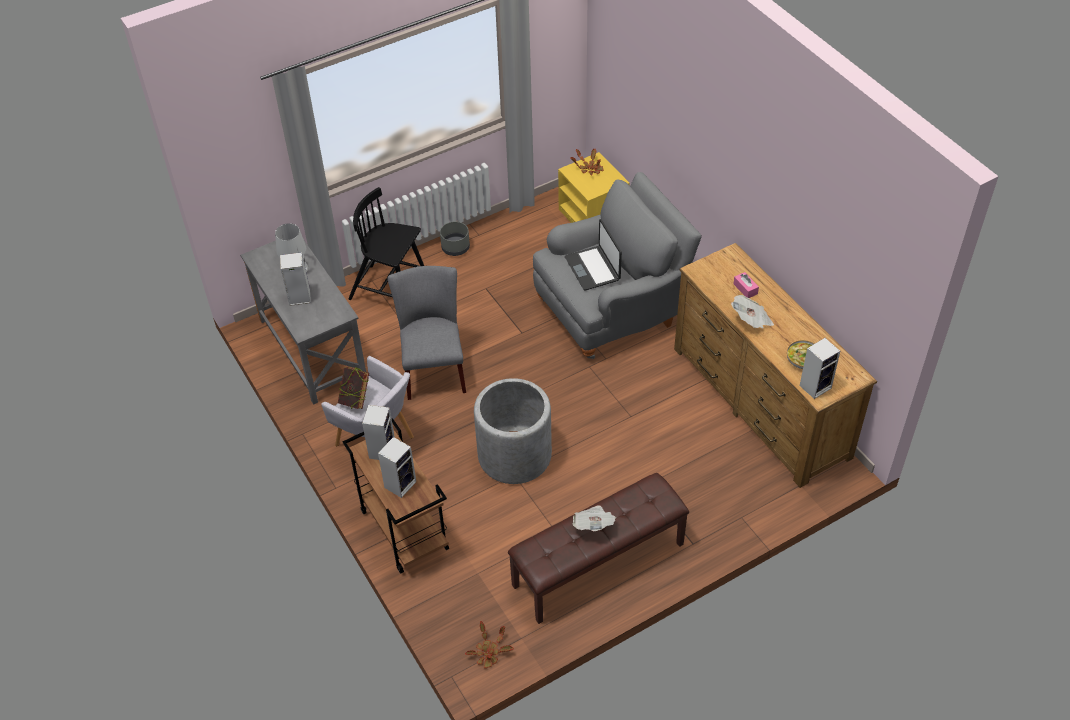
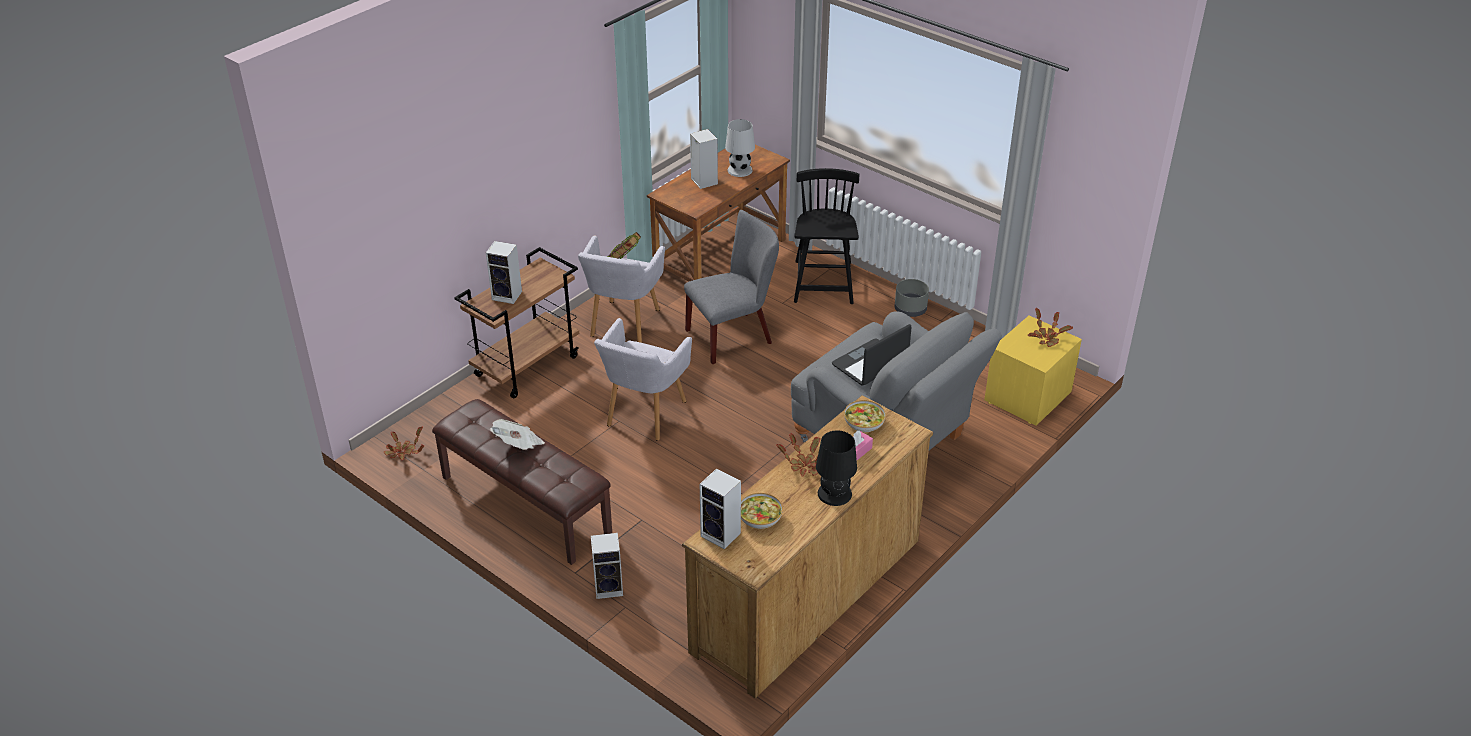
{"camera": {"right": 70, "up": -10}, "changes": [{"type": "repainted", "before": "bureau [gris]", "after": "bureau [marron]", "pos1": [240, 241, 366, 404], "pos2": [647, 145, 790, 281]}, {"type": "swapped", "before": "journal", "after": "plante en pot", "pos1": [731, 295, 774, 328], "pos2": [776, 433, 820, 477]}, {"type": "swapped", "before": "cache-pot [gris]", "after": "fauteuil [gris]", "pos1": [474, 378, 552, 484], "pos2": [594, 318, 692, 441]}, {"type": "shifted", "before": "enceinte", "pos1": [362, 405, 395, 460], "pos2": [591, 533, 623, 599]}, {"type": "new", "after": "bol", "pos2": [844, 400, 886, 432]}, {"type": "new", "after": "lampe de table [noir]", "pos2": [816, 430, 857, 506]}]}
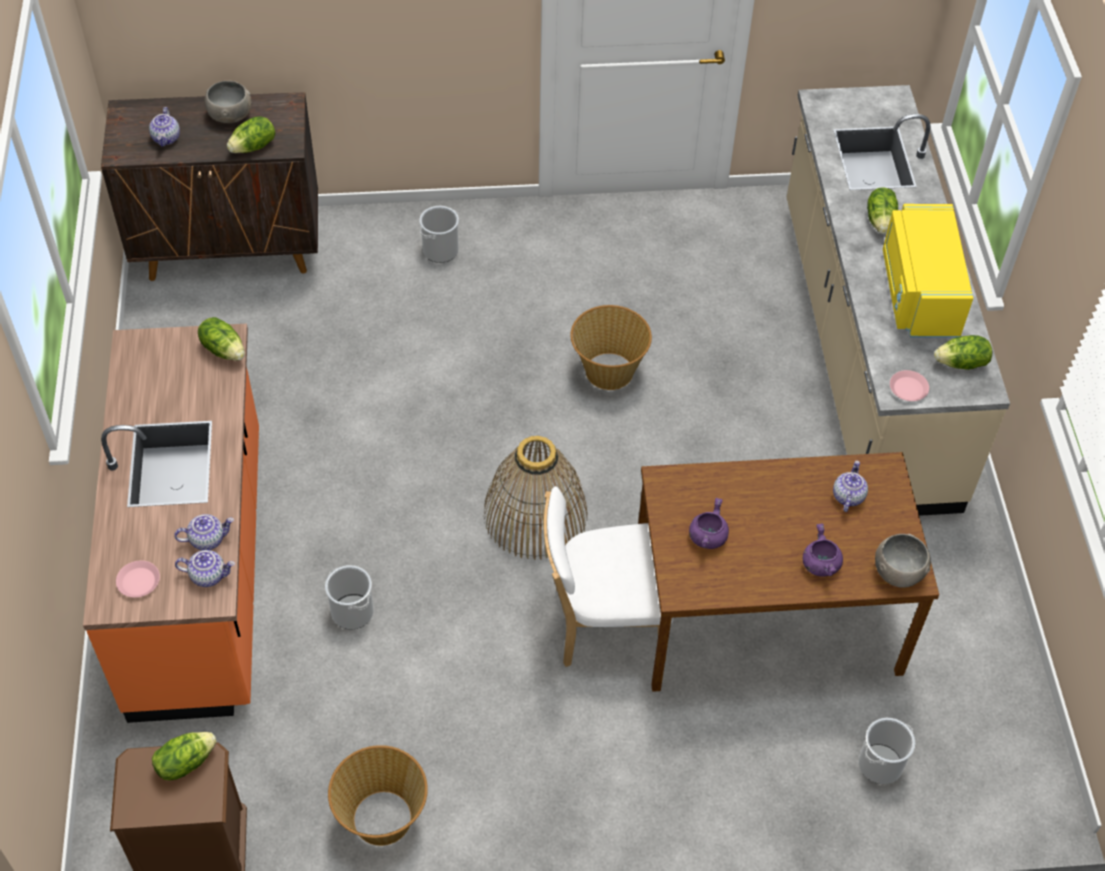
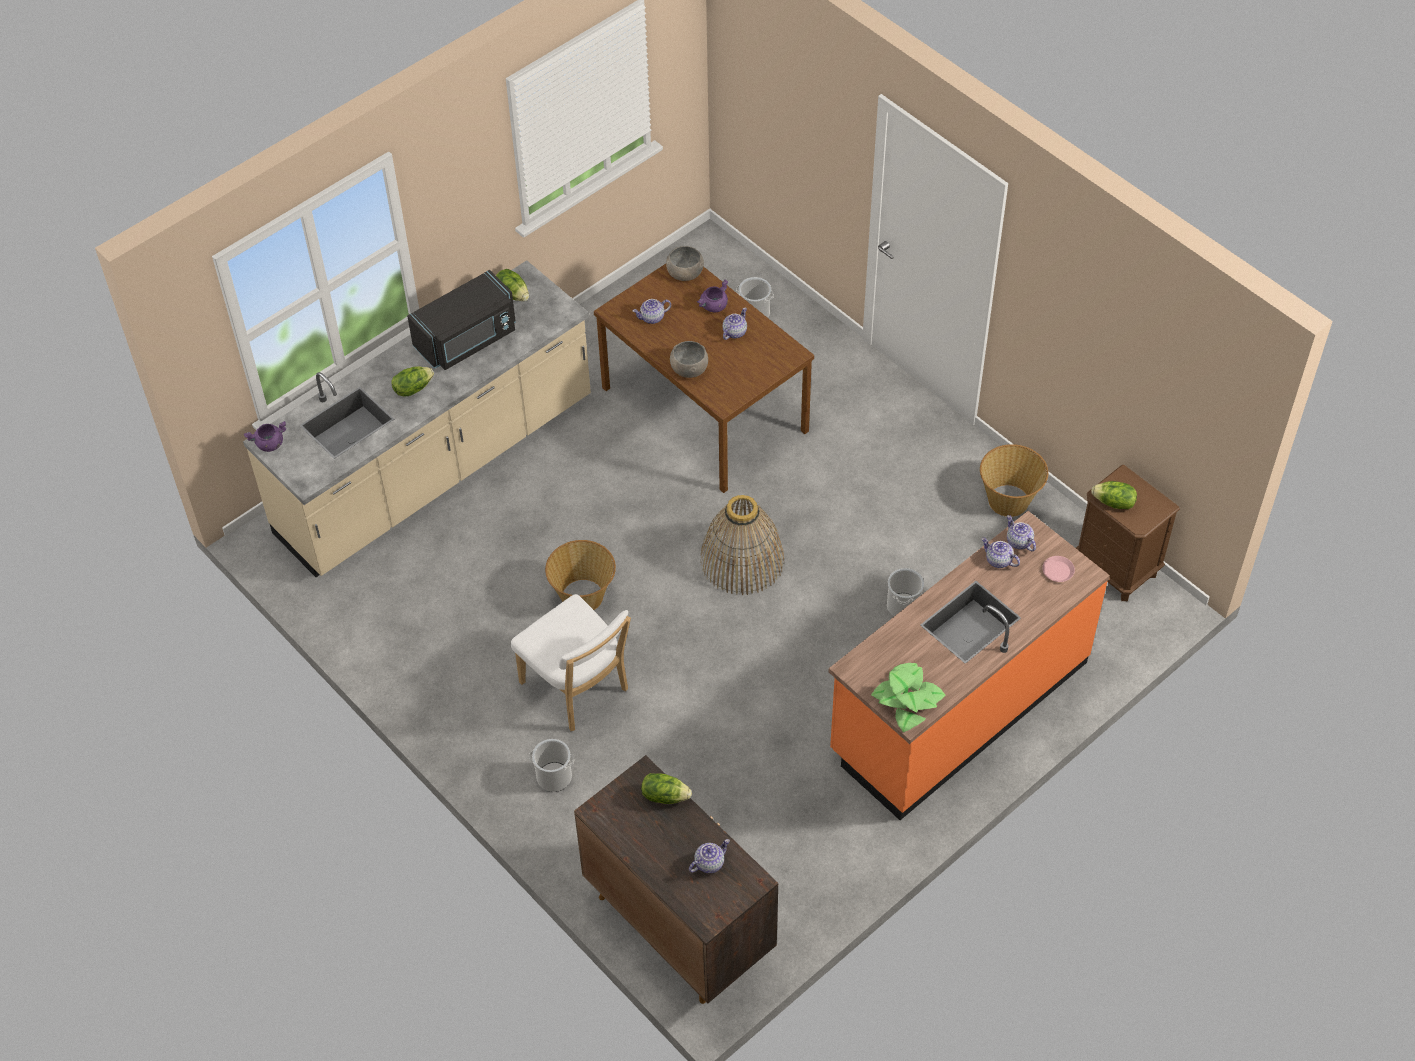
{"camera": {"right": -125, "up": 0}, "changes": [{"type": "shifted", "before": "bol [gris]", "pos1": [205, 81, 252, 123], "pos2": [670, 341, 708, 378]}, {"type": "repainted", "before": "micro-ondes [jaune]", "after": "micro-ondes [noir]", "pos1": [883, 204, 973, 338], "pos2": [407, 270, 516, 370]}, {"type": "gone", "before": "laitue", "pos1": [198, 317, 245, 361]}, {"type": "gone", "before": "assiette [rose]", "pos1": [890, 370, 929, 401]}, {"type": "shifted", "before": "chaise [blanc]", "pos1": [544, 486, 674, 667], "pos2": [511, 594, 631, 731]}, {"type": "shifted", "before": "marmite [violet]", "pos1": [689, 498, 729, 549], "pos2": [244, 421, 286, 452]}, {"type": "new", "after": "théière", "pos2": [723, 308, 747, 340]}, {"type": "new", "after": "plante en pot", "pos2": [871, 663, 945, 732]}]}
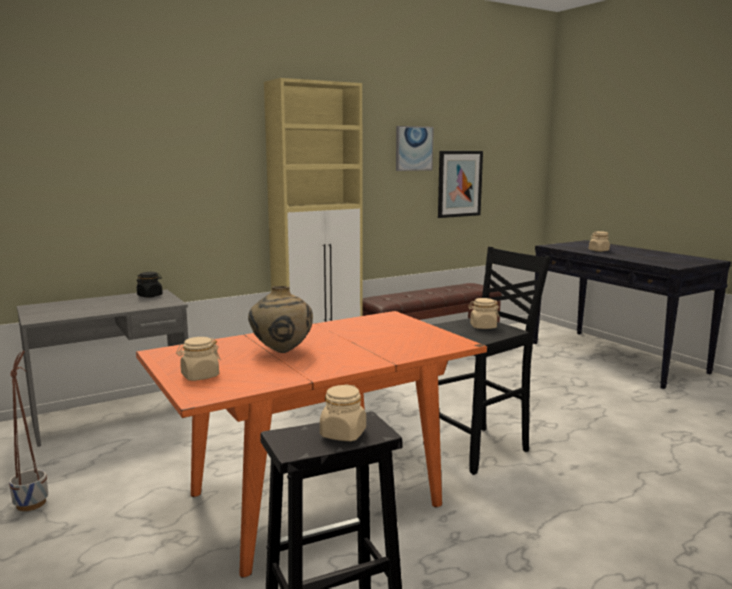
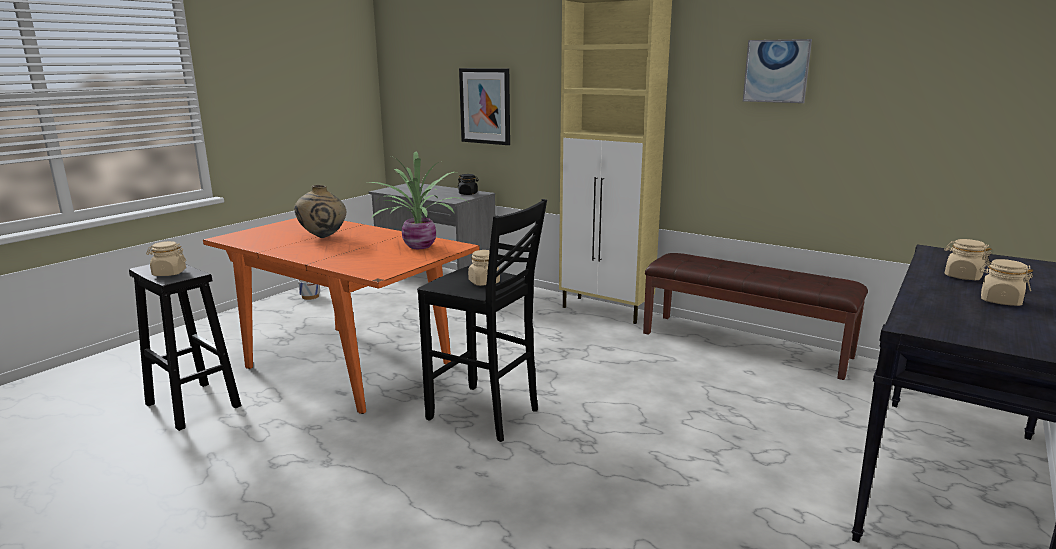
{"camera": {"right": 65, "up": 5}, "changes": [{"type": "shifted", "before": "tableau", "pos1": [438, 151, 483, 218], "pos2": [459, 68, 510, 145]}, {"type": "shifted", "before": "bocal [beige]", "pos1": [176, 337, 221, 381], "pos2": [980, 259, 1033, 306]}, {"type": "new", "after": "plante en pot", "pos2": [369, 151, 468, 249]}]}
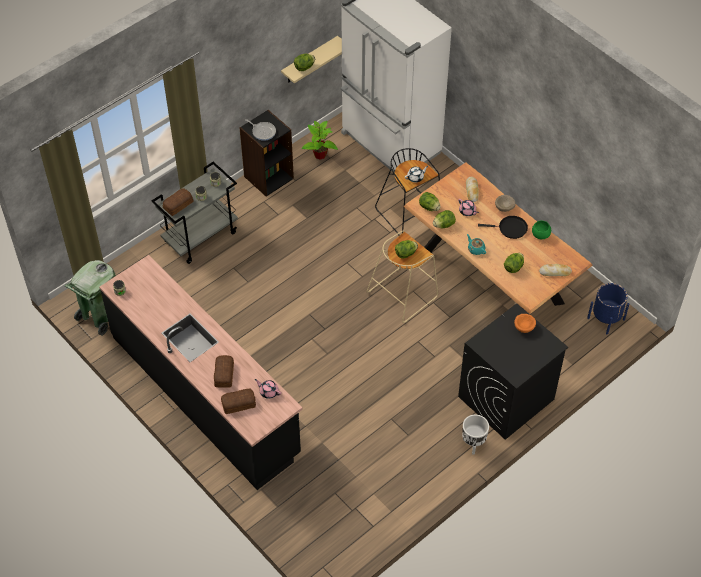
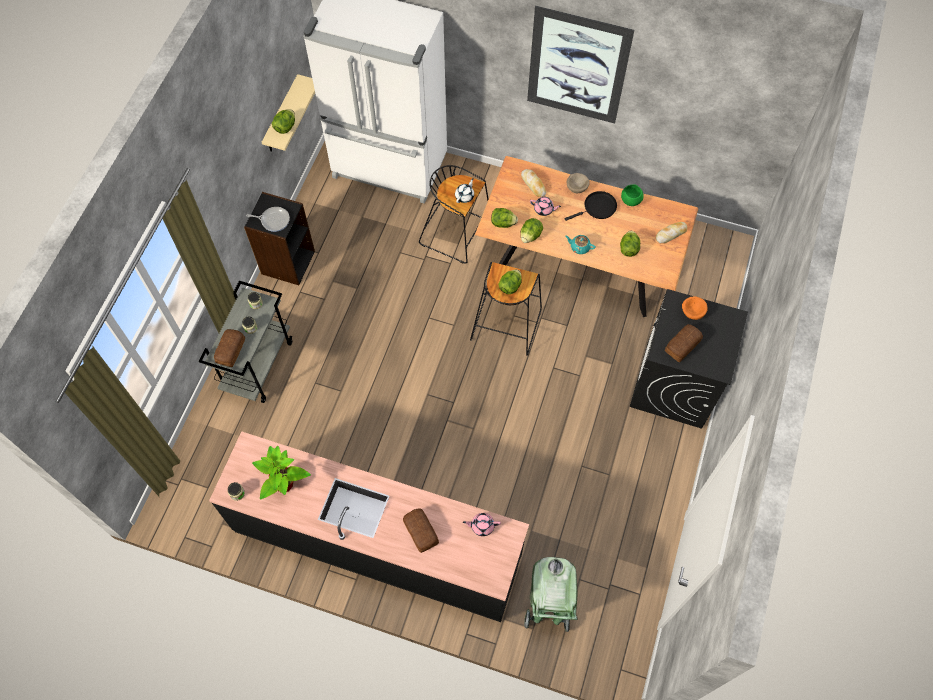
{"camera": {"right": -30, "up": 10}, "changes": [{"type": "shifted", "before": "plante en pot", "pos1": [302, 121, 338, 159], "pos2": [252, 446, 311, 499]}, {"type": "repainted", "before": "tabouret [beige]", "after": "tabouret [noir]", "pos1": [366, 231, 438, 323], "pos2": [470, 262, 542, 355]}, {"type": "shifted", "before": "poubelle [vert]", "pos1": [64, 260, 116, 336], "pos2": [524, 557, 578, 632]}, {"type": "gone", "before": "cache-pot [bleu]", "pos1": [587, 283, 629, 334]}, {"type": "shifted", "before": "pain", "pos1": [221, 389, 256, 414], "pos2": [665, 324, 703, 362]}, {"type": "gone", "before": "cache-pot [blanc]", "pos1": [462, 415, 489, 454]}, {"type": "new", "after": "tableau", "pos2": [527, 6, 634, 124]}]}
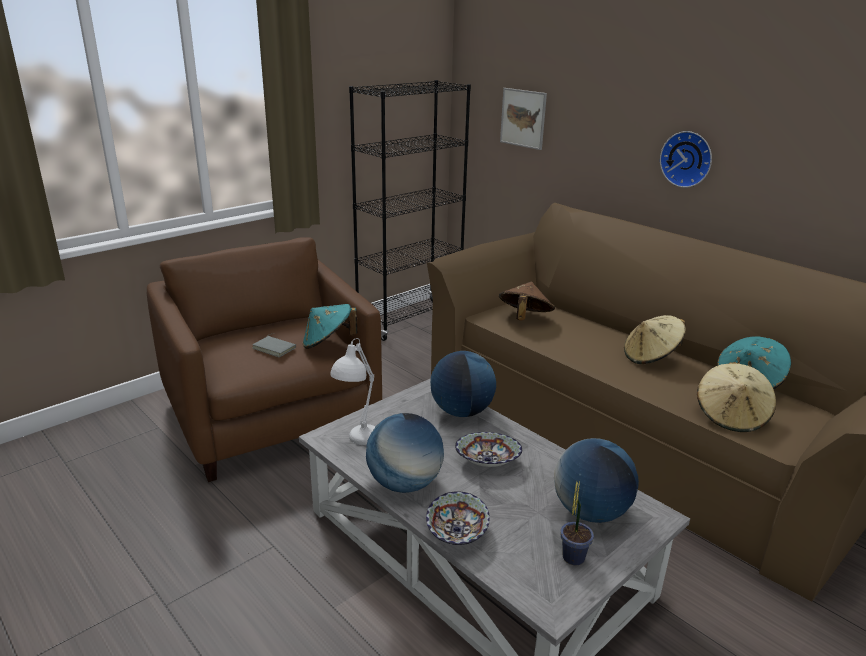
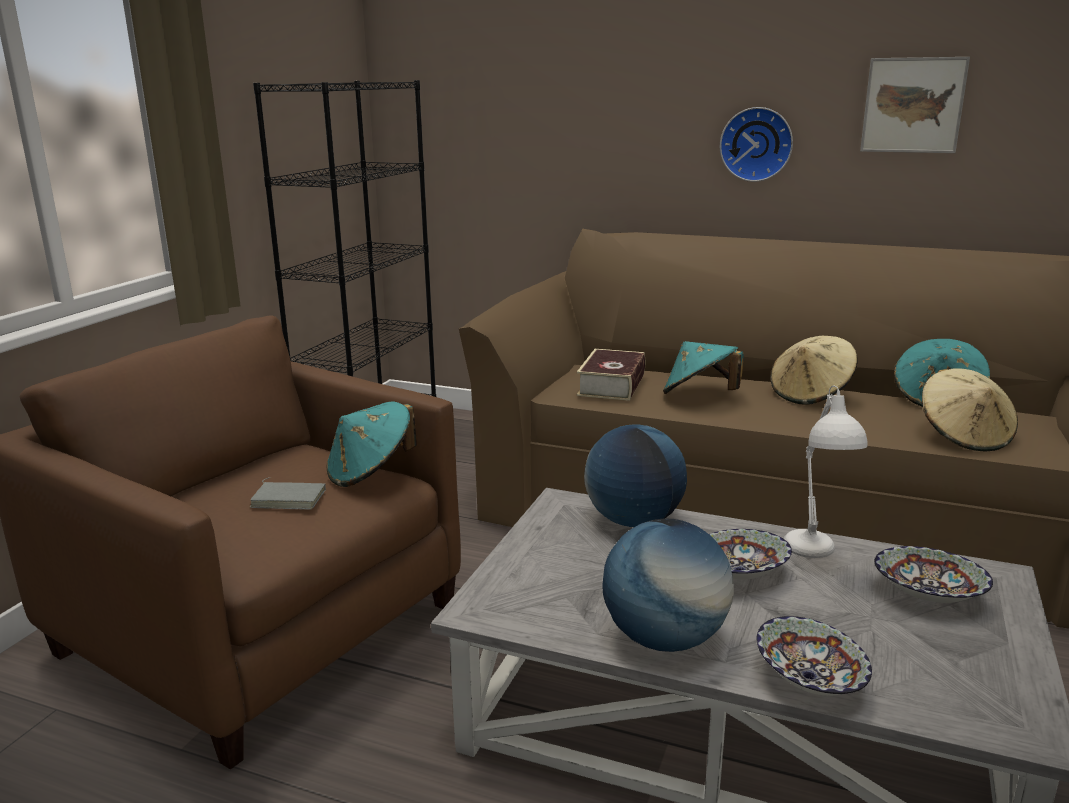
{"camera": {"right": -25, "up": -5}, "changes": [{"type": "shifted", "before": "tableau", "pos1": [500, 88, 547, 150], "pos2": [860, 57, 970, 153]}, {"type": "swapped", "before": "chapeau [marron]", "after": "livre", "pos1": [499, 282, 555, 321], "pos2": [577, 349, 645, 401]}, {"type": "shifted", "before": "lampe de table [blanc]", "pos1": [330, 338, 376, 445], "pos2": [784, 386, 867, 558]}, {"type": "swapped", "before": "globe", "after": "bol", "pos1": [554, 438, 639, 523], "pos2": [875, 546, 993, 603]}, {"type": "gone", "before": "plante en pot", "pos1": [560, 481, 594, 566]}, {"type": "new", "after": "chapeau [turquoise]", "pos2": [663, 341, 744, 394]}]}
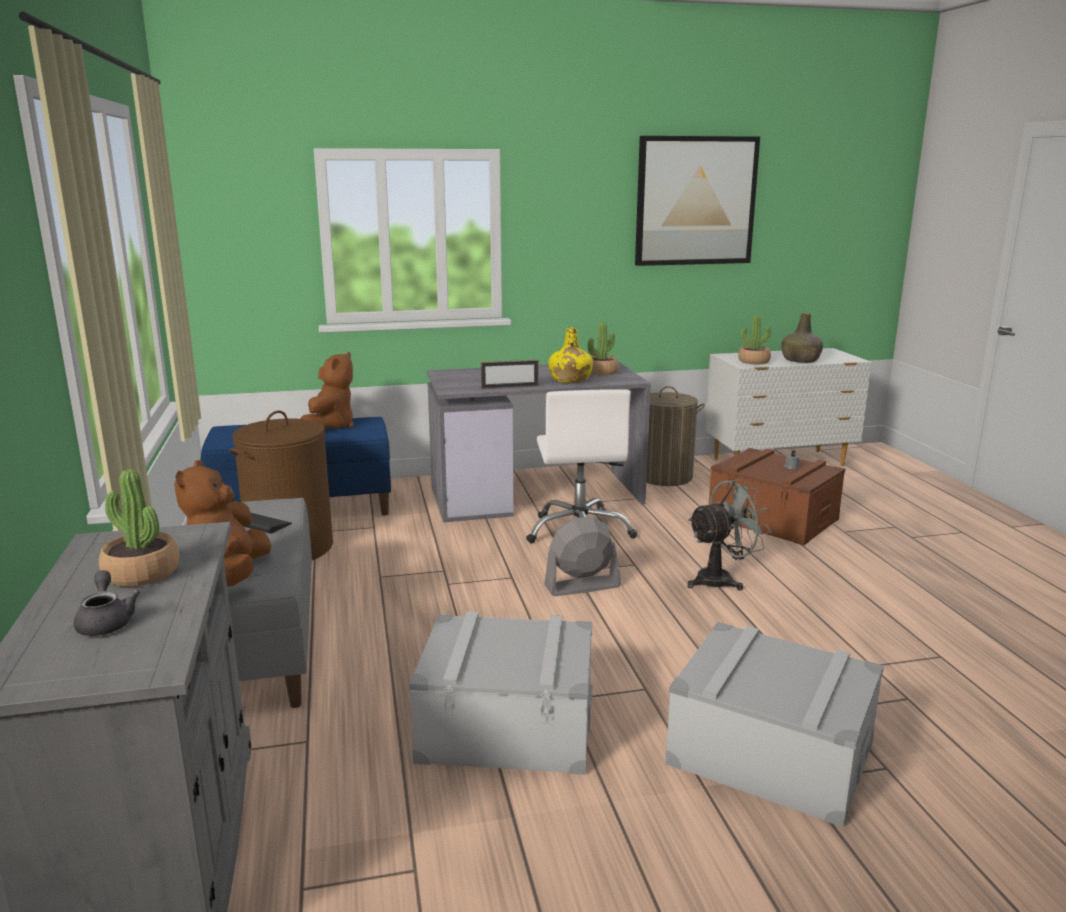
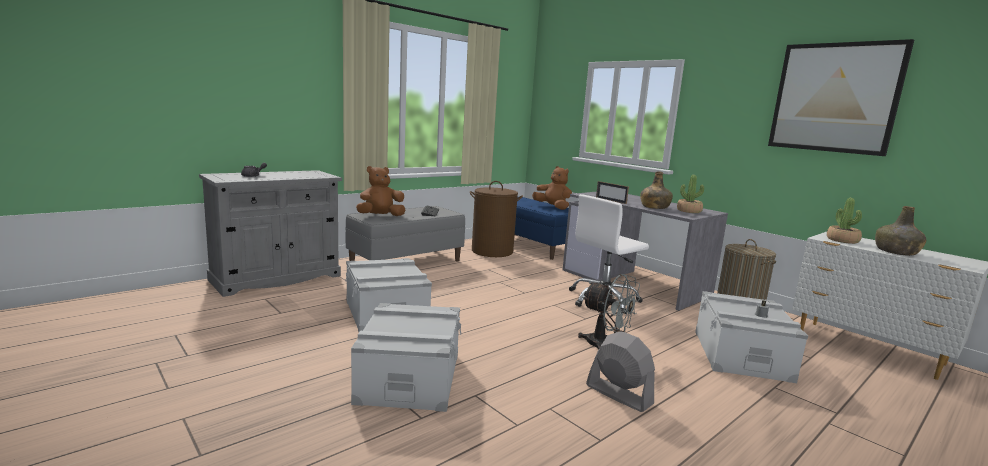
{"camera": {"right": 60, "up": -5}, "changes": [{"type": "repainted", "before": "bouteille [jaune]", "after": "bouteille [vert]", "pos1": [548, 327, 593, 383], "pos2": [640, 172, 673, 209]}, {"type": "rotated", "before": "peluche [marron]", "pos1": [301, 352, 354, 429], "pos2": [532, 166, 572, 210], "turn": -120}, {"type": "repainted", "before": "boîte de rangement [marron]", "after": "boîte de rangement [gris]", "pos1": [709, 448, 845, 545], "pos2": [695, 291, 808, 383]}, {"type": "gone", "before": "plante en pot", "pos1": [99, 469, 179, 587]}, {"type": "shifted", "before": "ventilateur [gris]", "pos1": [544, 516, 621, 596], "pos2": [586, 331, 655, 412]}]}
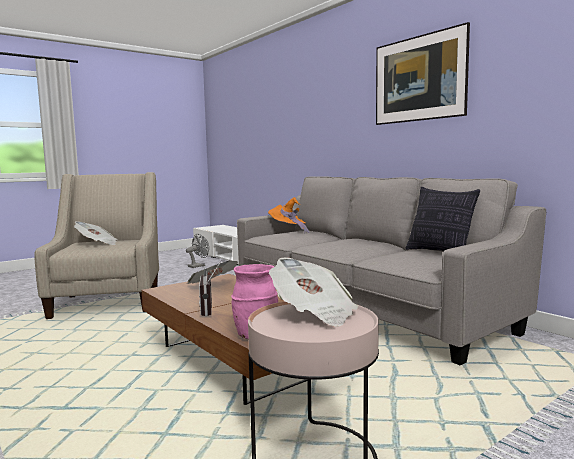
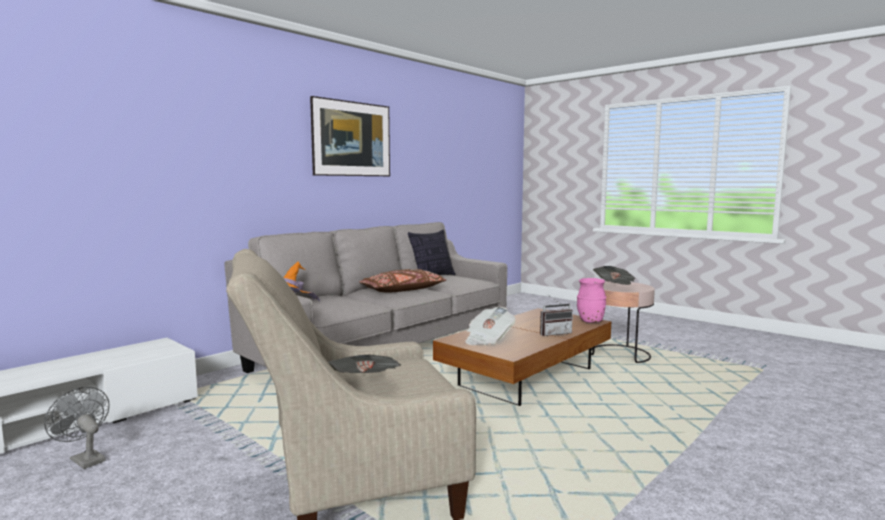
{"camera": {"right": -100, "up": 0}, "changes": [{"type": "new", "after": "coussin [marron]", "pos2": [359, 269, 446, 292]}]}
